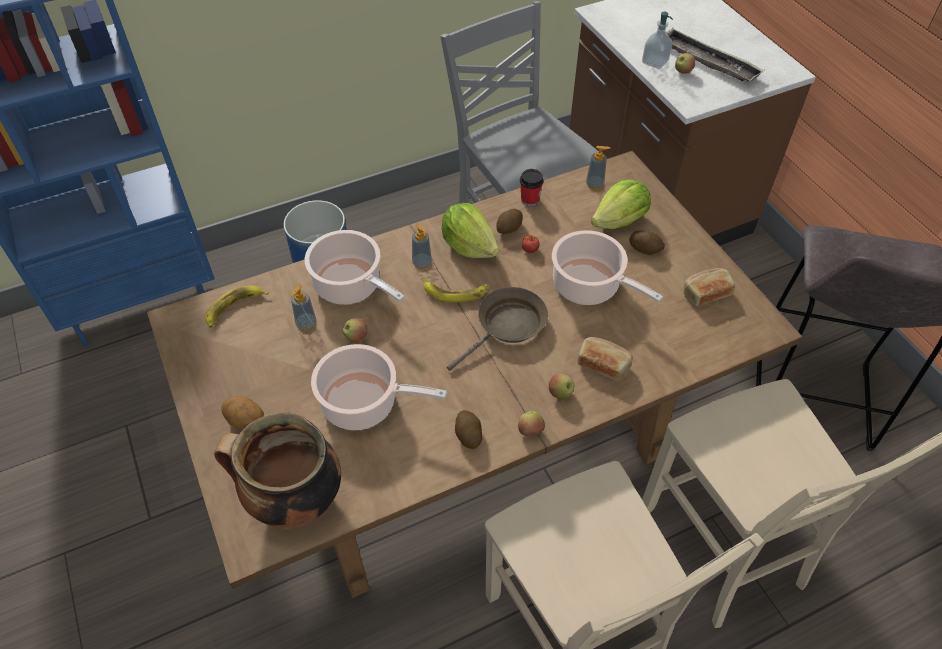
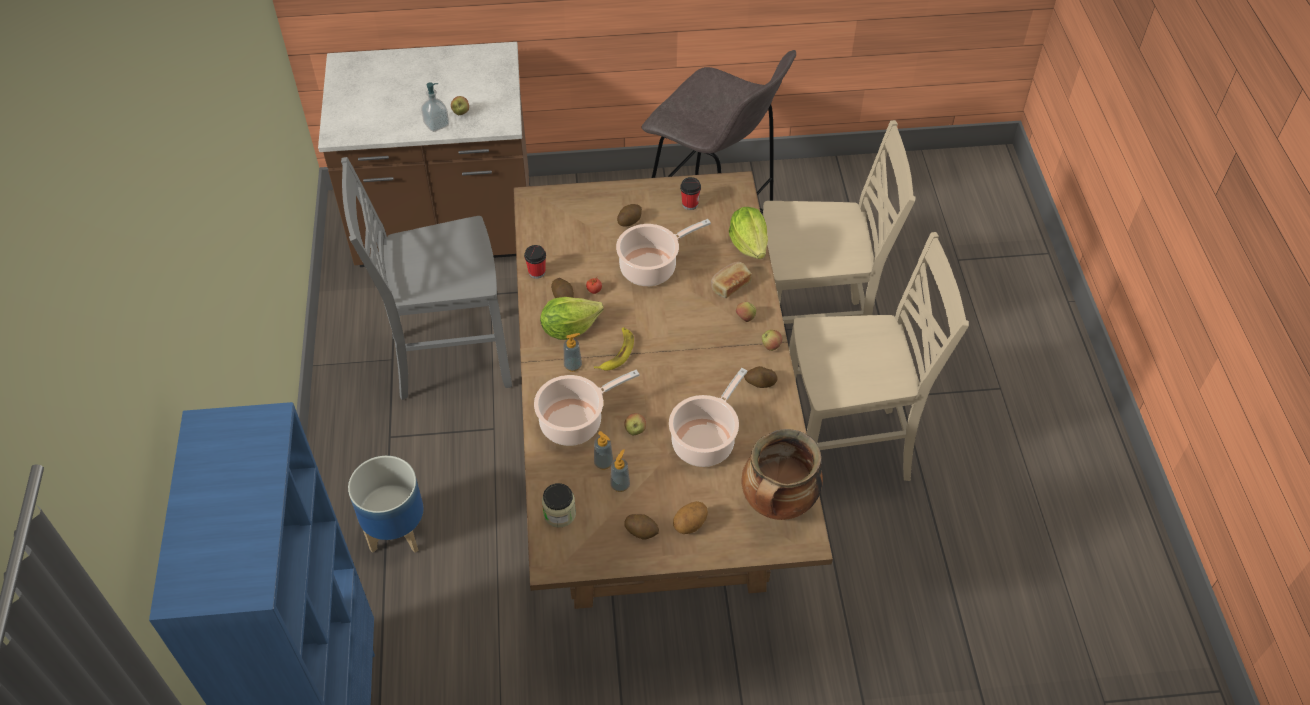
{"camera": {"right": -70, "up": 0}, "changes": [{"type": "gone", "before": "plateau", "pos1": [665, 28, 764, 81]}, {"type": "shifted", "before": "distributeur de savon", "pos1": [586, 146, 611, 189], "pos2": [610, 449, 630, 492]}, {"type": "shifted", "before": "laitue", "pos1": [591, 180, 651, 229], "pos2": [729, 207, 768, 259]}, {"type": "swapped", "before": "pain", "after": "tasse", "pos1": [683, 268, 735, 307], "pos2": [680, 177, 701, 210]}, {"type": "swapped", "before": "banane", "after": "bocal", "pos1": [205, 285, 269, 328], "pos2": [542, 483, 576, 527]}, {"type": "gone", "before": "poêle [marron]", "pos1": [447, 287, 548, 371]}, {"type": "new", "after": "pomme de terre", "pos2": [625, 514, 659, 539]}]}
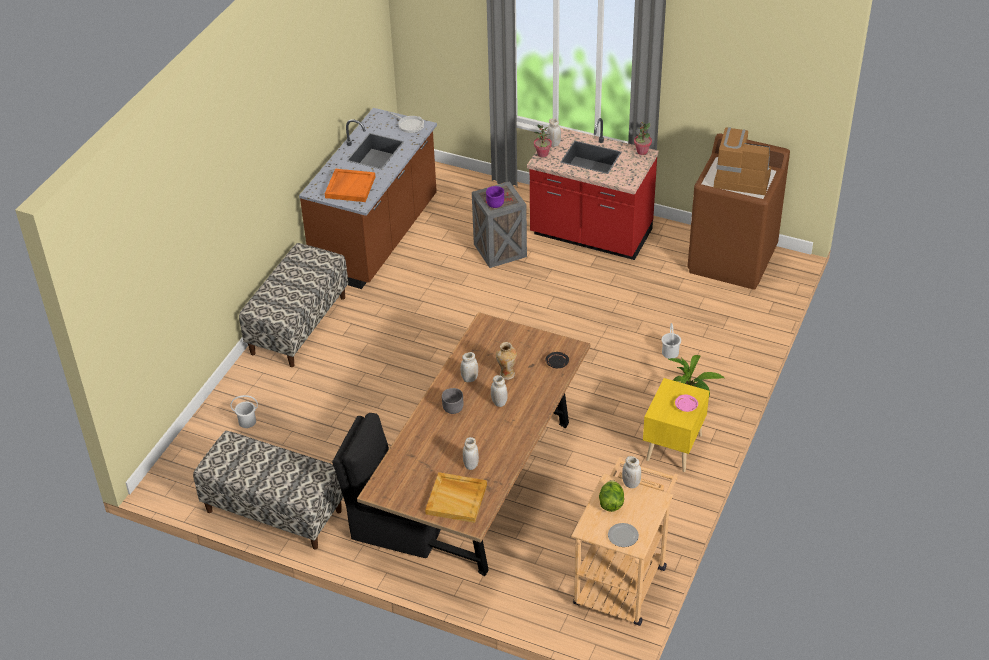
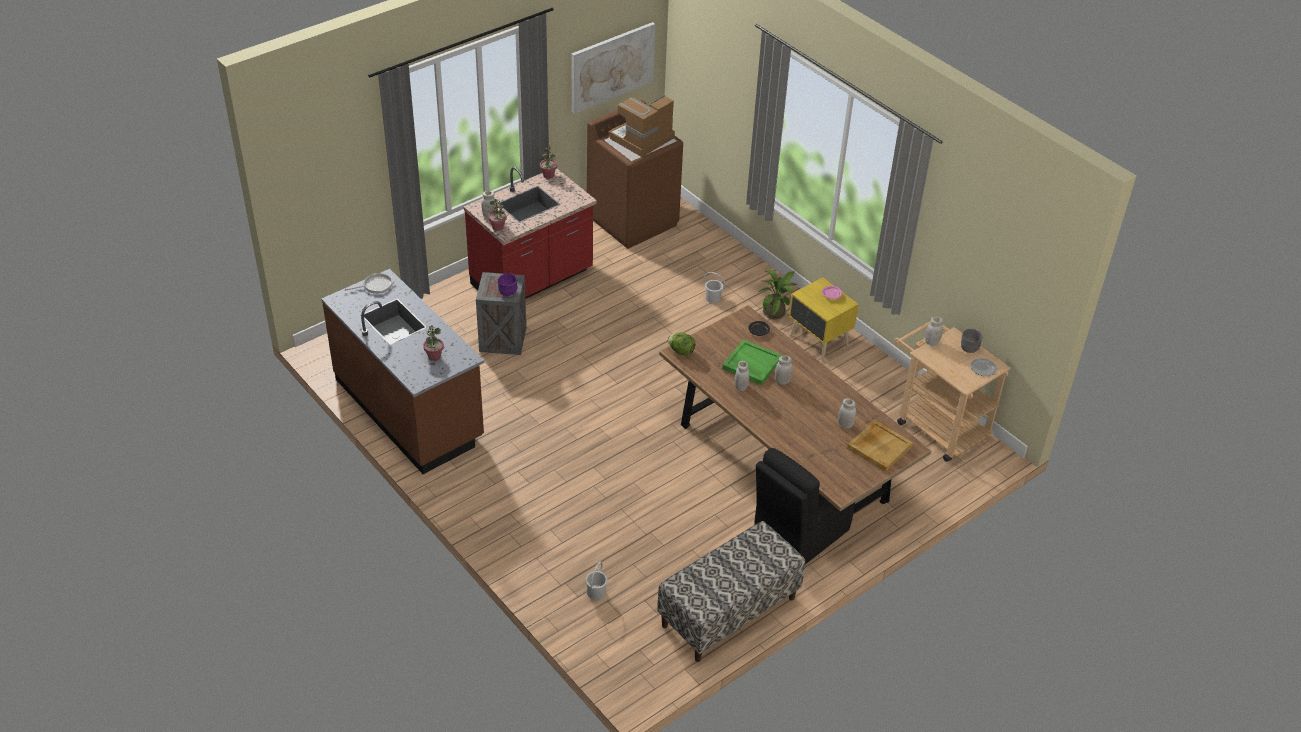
{"camera": {"right": -65, "up": 0}, "changes": [{"type": "swapped", "before": "plateau [orange]", "after": "plante en pot", "pos1": [325, 169, 375, 202], "pos2": [423, 325, 444, 361]}, {"type": "gone", "before": "banc", "pos1": [239, 243, 348, 367]}, {"type": "swapped", "before": "vase", "after": "plateau [vert]", "pos1": [496, 342, 517, 380], "pos2": [722, 339, 782, 385]}, {"type": "shifted", "before": "bol [gris]", "pos1": [442, 388, 464, 414], "pos2": [961, 329, 983, 353]}, {"type": "shifted", "before": "laitue", "pos1": [599, 480, 624, 512], "pos2": [667, 333, 696, 356]}, {"type": "new", "after": "tableau", "pos2": [571, 22, 655, 114]}]}
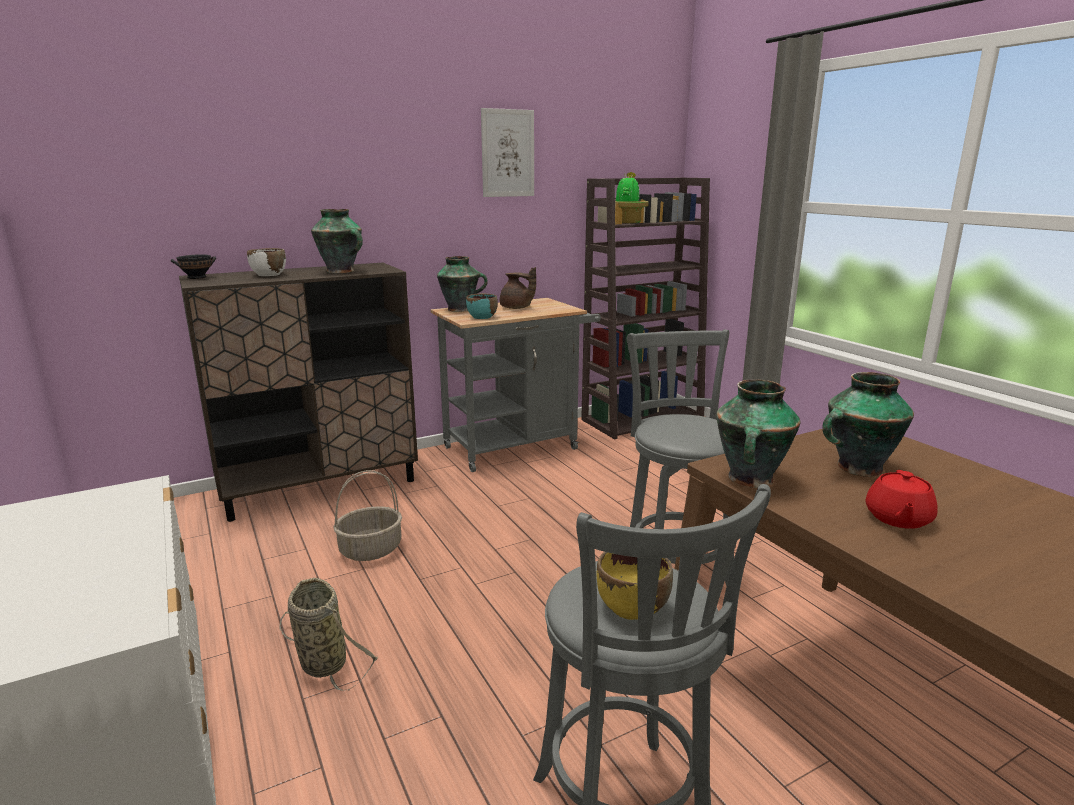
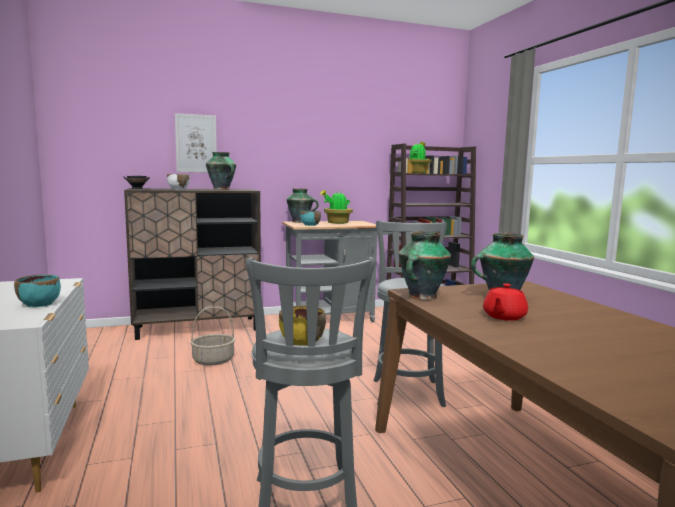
{"camera": {"right": 10, "up": -10}, "changes": [{"type": "shifted", "before": "tableau", "pos1": [481, 108, 534, 197], "pos2": [175, 113, 217, 173]}, {"type": "swapped", "before": "théière [marron]", "after": "plante en pot", "pos1": [500, 267, 536, 309], "pos2": [320, 190, 353, 224]}, {"type": "gone", "before": "panier", "pos1": [280, 578, 378, 691]}, {"type": "new", "after": "bol [turquoise]", "pos2": [14, 274, 61, 307]}]}
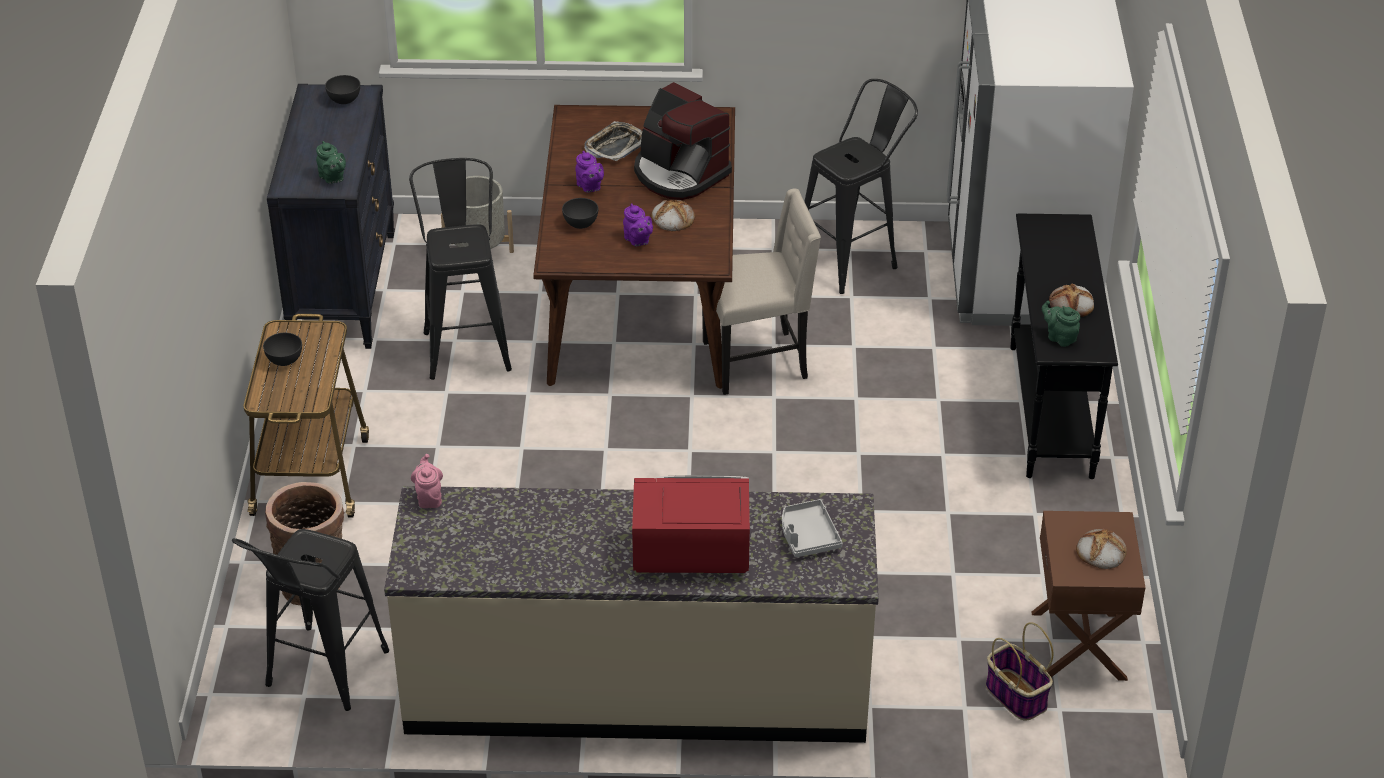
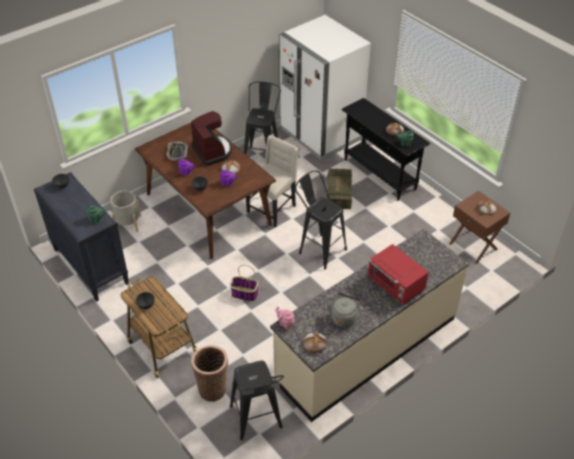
{"camera": {"right": -40, "up": 5}, "changes": [{"type": "rotated", "before": "machine à café", "pos1": [634, 82, 732, 200], "pos2": [191, 111, 232, 166], "turn": -120}, {"type": "shifted", "before": "tabouret [noir]", "pos1": [409, 158, 512, 380], "pos2": [295, 170, 347, 270]}, {"type": "rotated", "before": "micro-ondes [rouge]", "pos1": [632, 475, 750, 573], "pos2": [368, 244, 429, 304], "turn": -90}, {"type": "gone", "before": "plateau [gris]", "pos1": [782, 499, 842, 557]}, {"type": "shifted", "before": "panier", "pos1": [986, 622, 1053, 721], "pos2": [230, 265, 259, 301]}, {"type": "new", "after": "caisse", "pos2": [327, 168, 352, 209]}, {"type": "new", "after": "bouilloire [gris]", "pos2": [327, 293, 361, 327]}, {"type": "new", "after": "pain", "pos2": [303, 333, 327, 353]}]}
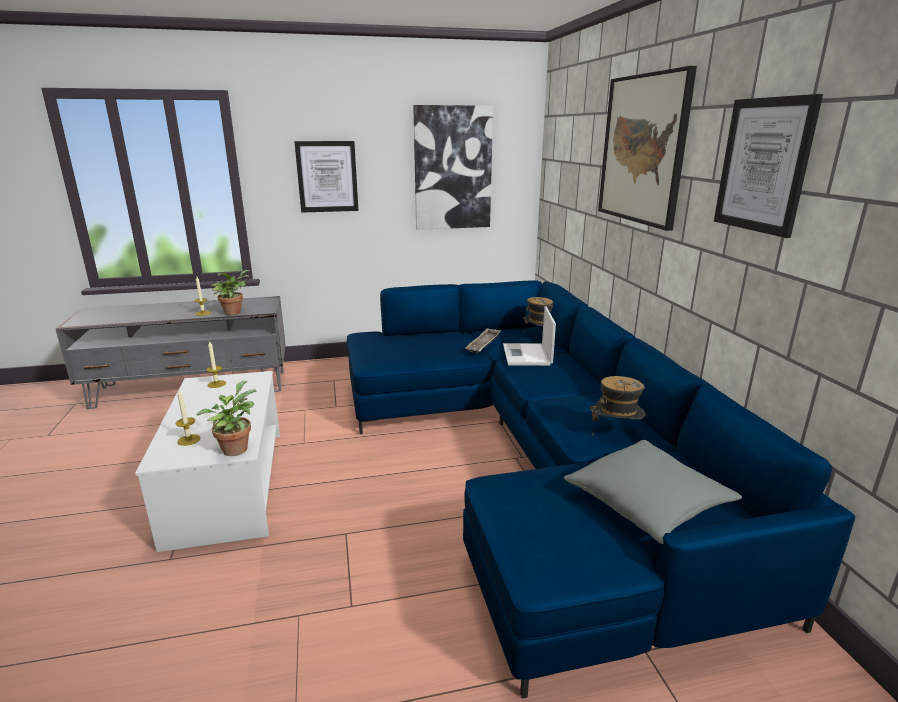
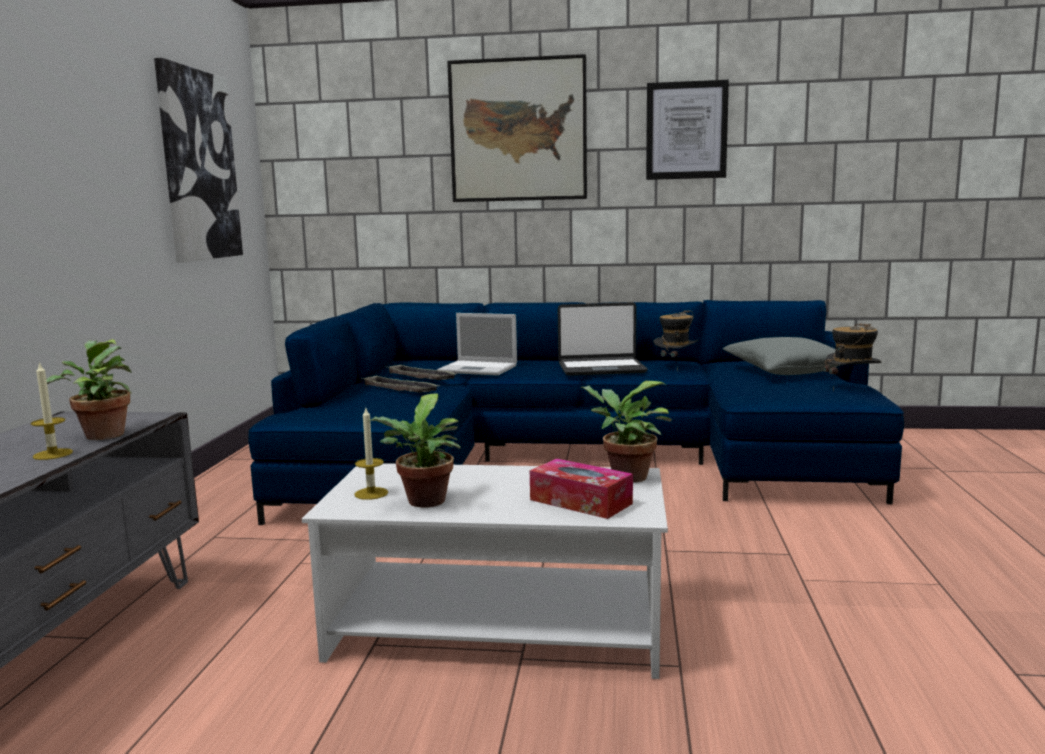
{"camera": {"right": -70, "up": -10}, "changes": [{"type": "gone", "before": "tableau", "pos1": [294, 141, 358, 213]}, {"type": "shifted", "before": "chapeau", "pos1": [522, 297, 553, 332], "pos2": [823, 323, 882, 391]}, {"type": "swapped", "before": "bougie", "after": "boîte à mouchoirs", "pos1": [176, 390, 200, 446], "pos2": [530, 458, 633, 519]}, {"type": "new", "after": "ordinateur portable", "pos2": [558, 302, 648, 376]}, {"type": "new", "after": "plateau", "pos2": [361, 376, 439, 393]}, {"type": "new", "after": "plante en pot", "pos2": [367, 393, 461, 508]}]}
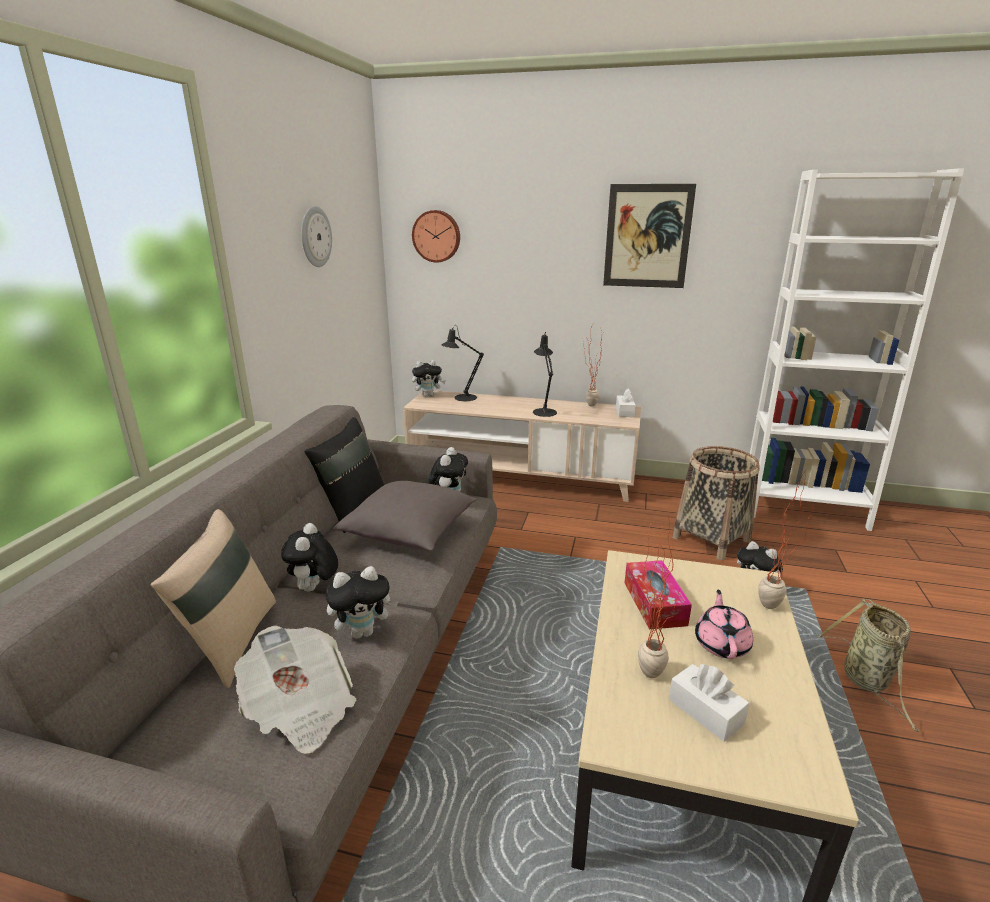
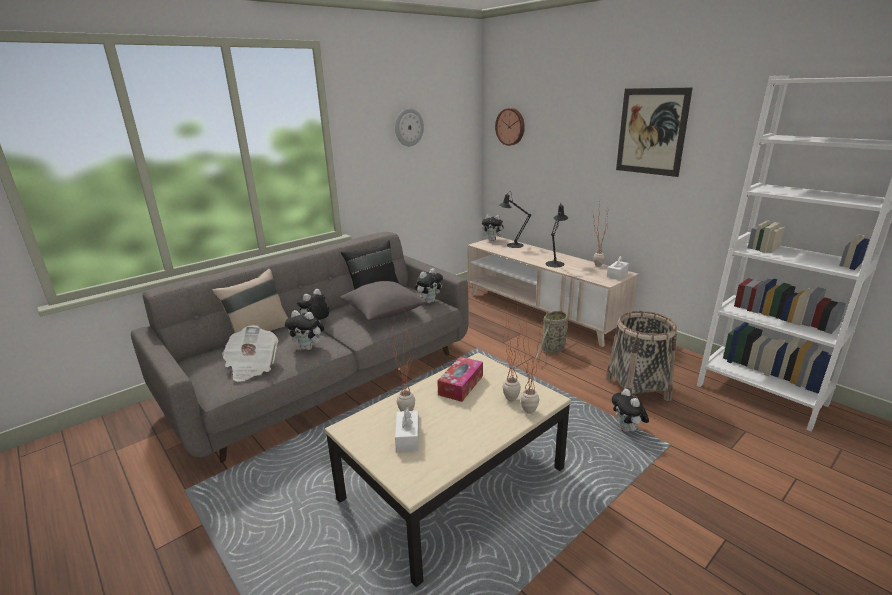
{"camera": {"right": 35, "up": 0}, "changes": [{"type": "gone", "before": "théière [rose]", "pos1": [695, 590, 753, 659]}, {"type": "shifted", "before": "panier", "pos1": [817, 599, 920, 732], "pos2": [535, 309, 568, 363]}, {"type": "new", "after": "plante en pot", "pos2": [503, 296, 526, 401]}]}
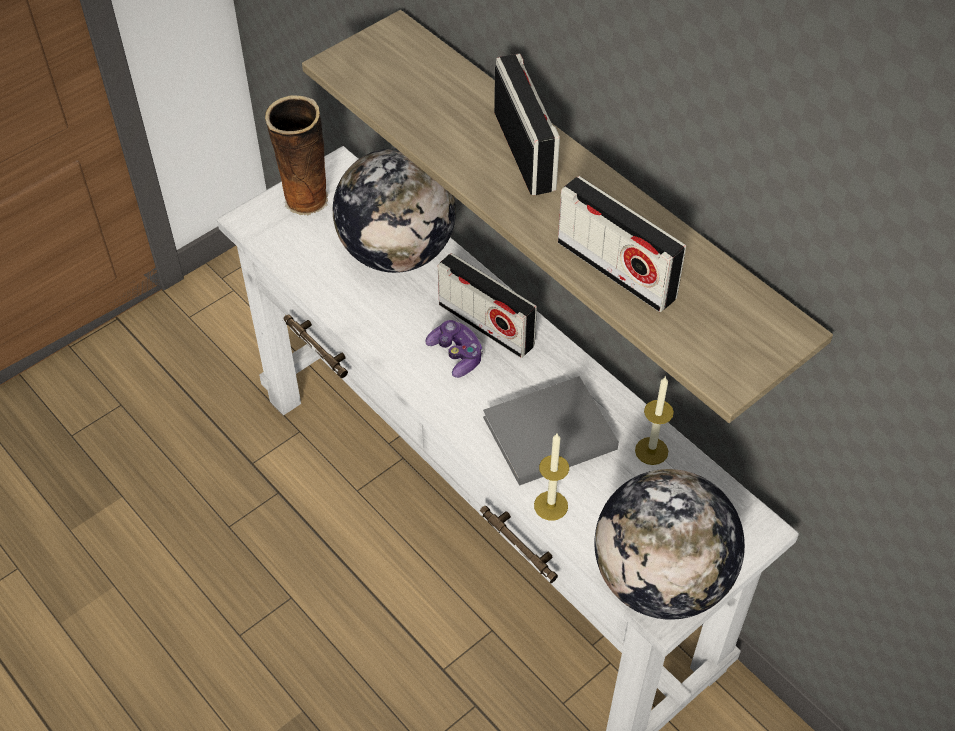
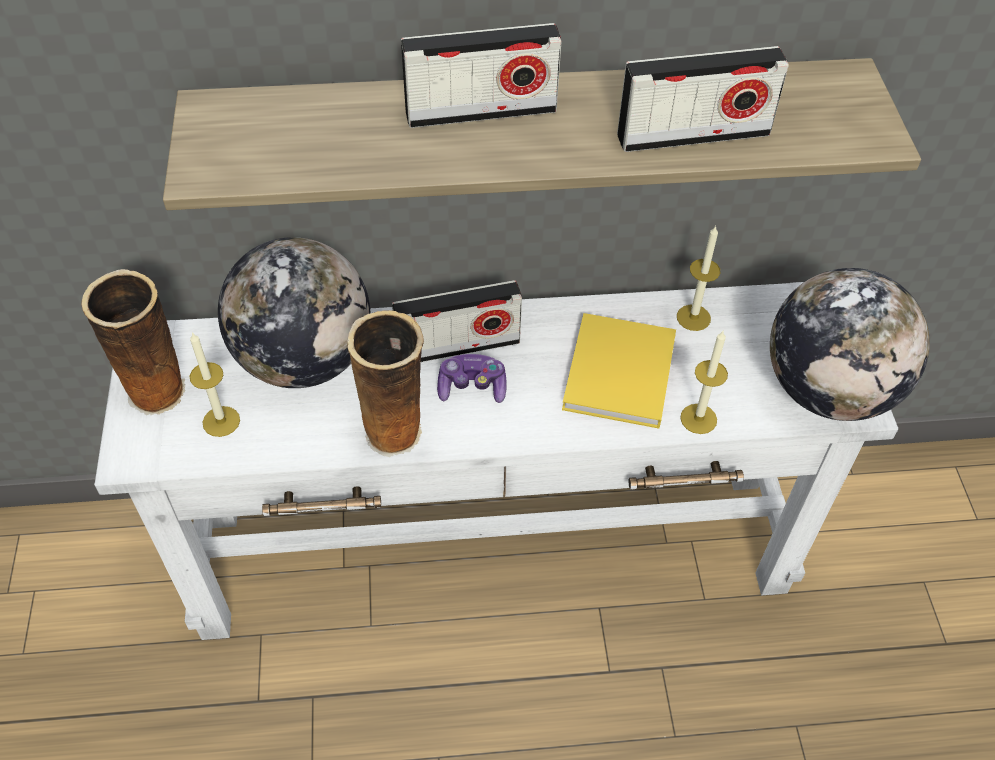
{"camera": {"right": -55, "up": 0}, "changes": [{"type": "rotated", "before": "radio", "pos1": [494, 54, 560, 195], "pos2": [401, 23, 562, 128], "turn": 150}, {"type": "repainted", "before": "livre [gris]", "after": "livre [jaune]", "pos1": [483, 376, 619, 486], "pos2": [562, 313, 676, 429]}, {"type": "new", "after": "vase", "pos2": [347, 310, 424, 457]}, {"type": "new", "after": "bougie", "pos2": [190, 332, 240, 437]}]}
